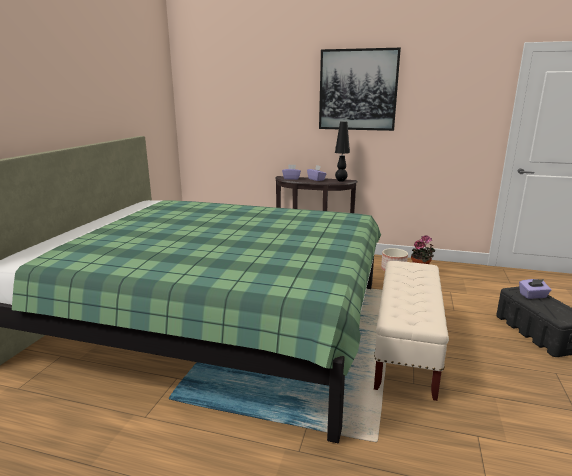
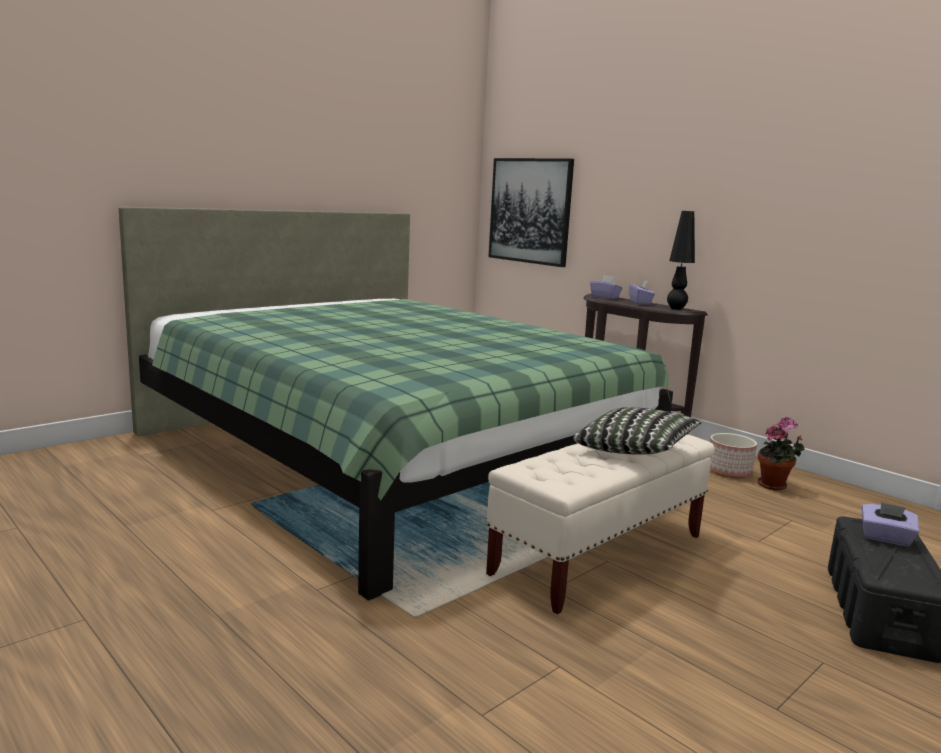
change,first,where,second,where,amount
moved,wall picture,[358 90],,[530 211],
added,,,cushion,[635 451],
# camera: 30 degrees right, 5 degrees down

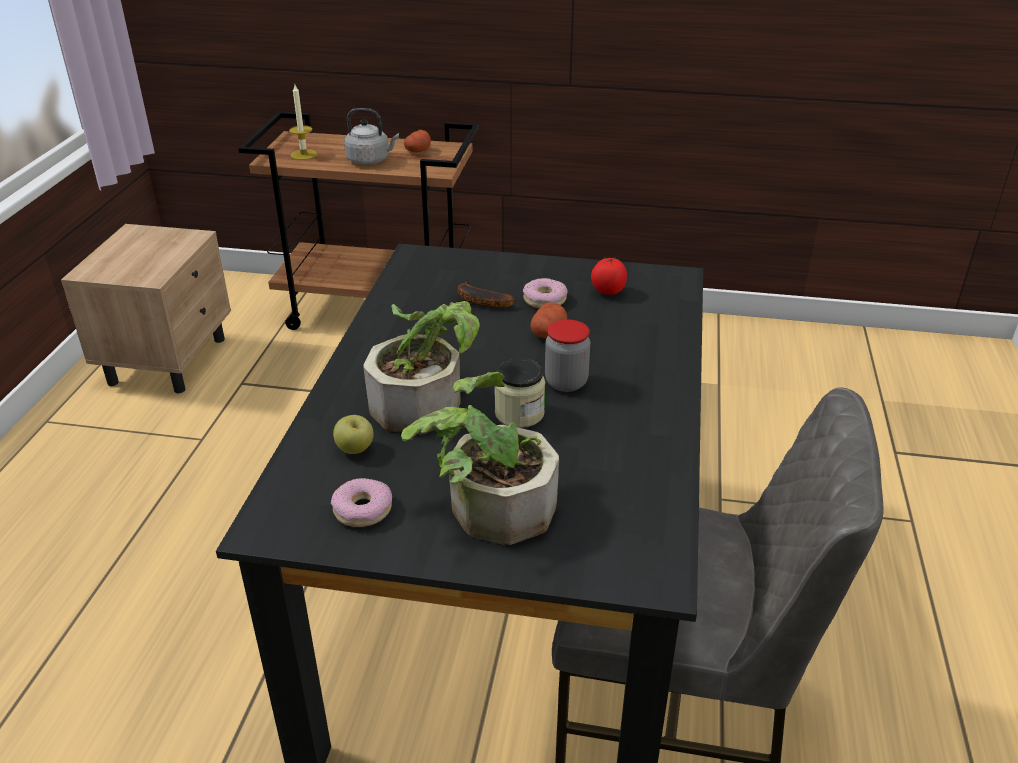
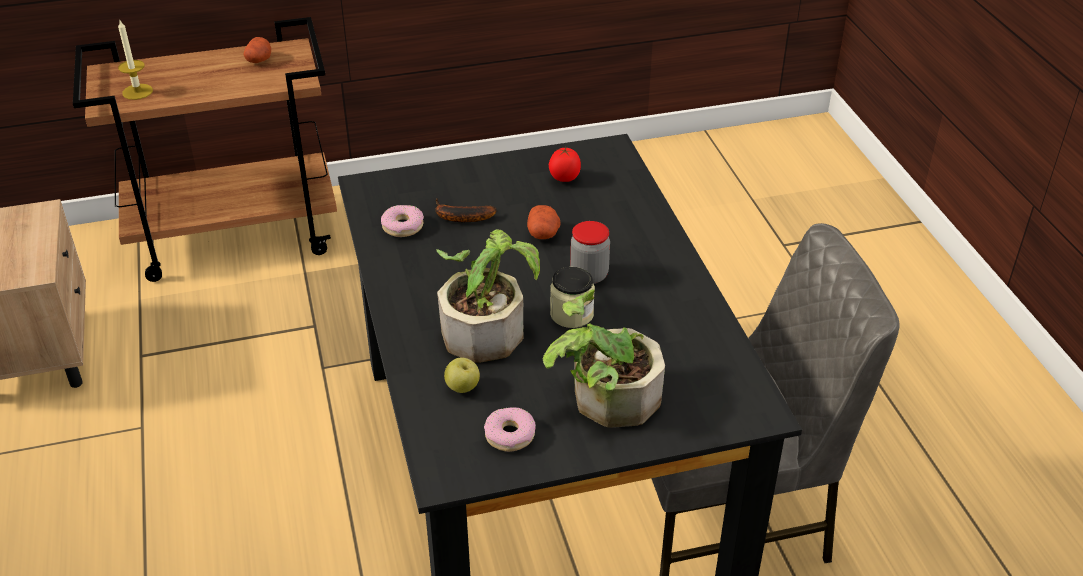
change,first,where,second,where,amount
removed,water kettle (grey),[370 160],,,
moved,doughnut,[545 300],,[403 226],
# camera: 25 degrees left, 5 degrees up

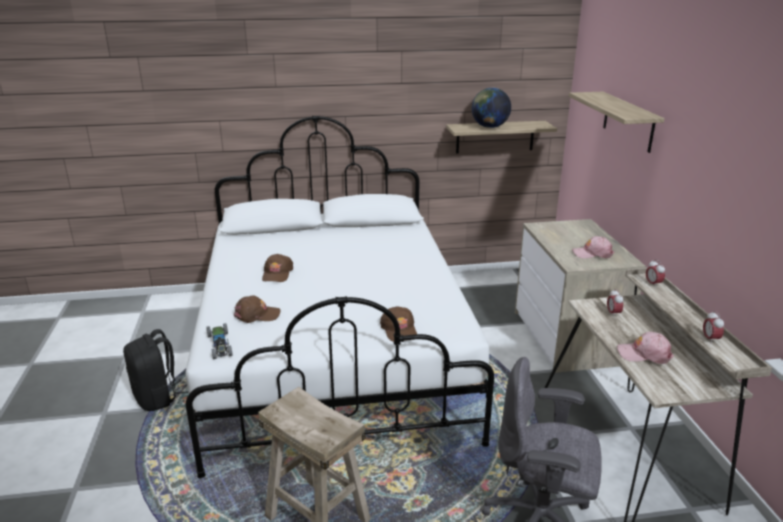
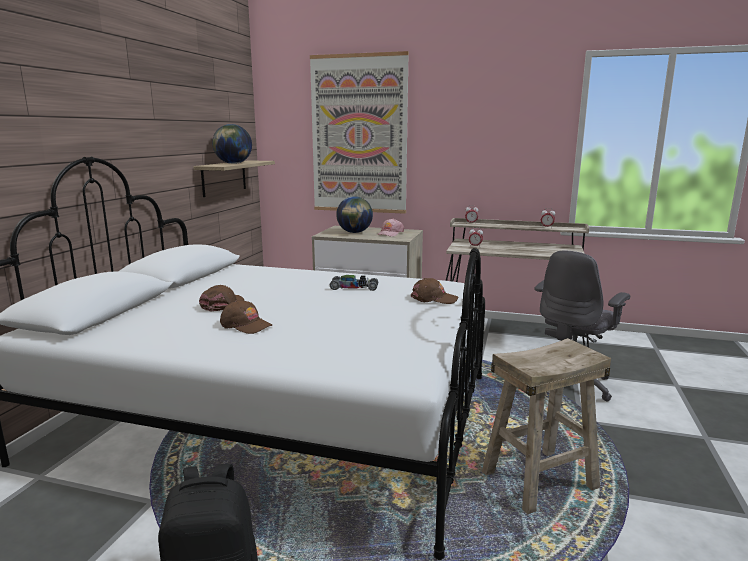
change,first,where,second,where,amount
replaced,wall shelf,[628 121],wall picture,[359 135],
moved,cap (brown),[257 315],,[223 305],
moved,toy car,[220 345],,[354 288],
removed,cap (pink-coloured),[644 354],,,
added,,,world globe,[354 232],
# camera: 65 degrees left, 10 degrees down

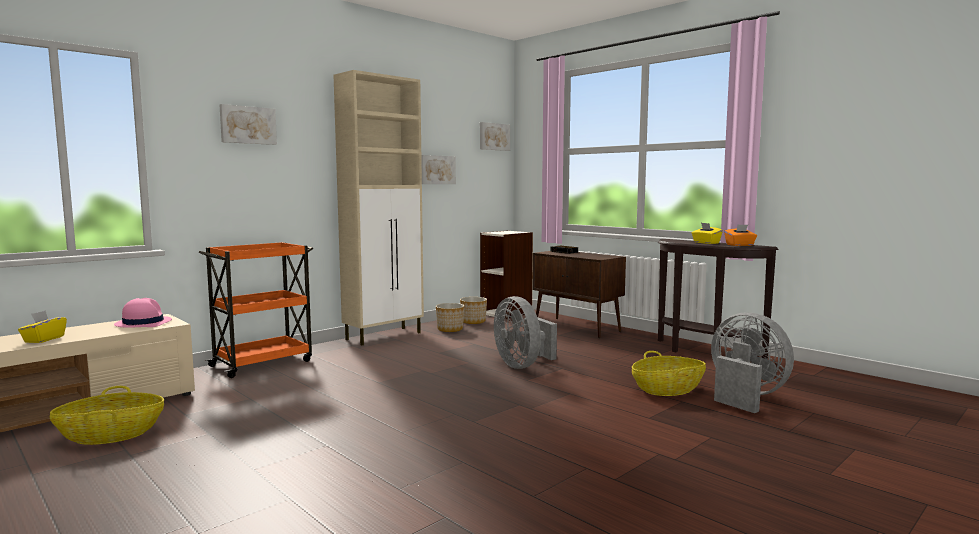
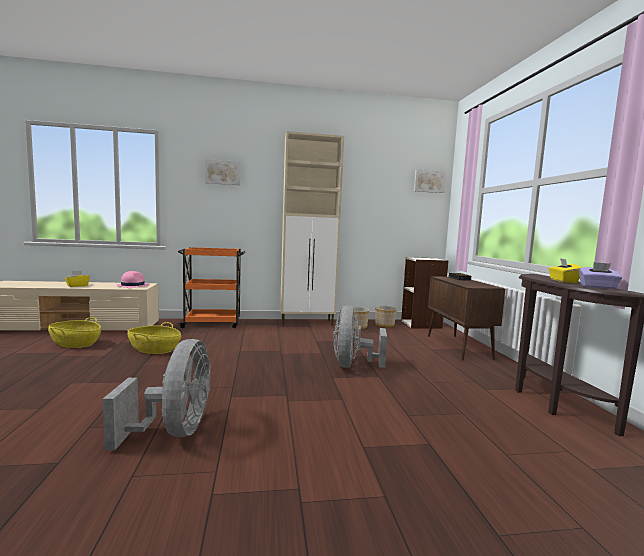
change,first,where,second,where,amount
removed,wall picture,[437 170],,,
recoloured,box of tissues (orange),[740 245],box of tissues (purple-coloured),[597 287],
moved,cooling fan (grey),[745 396],,[174 431],
moved,basket,[667 389],,[154 349],
# camera: 35 degrees right, 0 degrees up

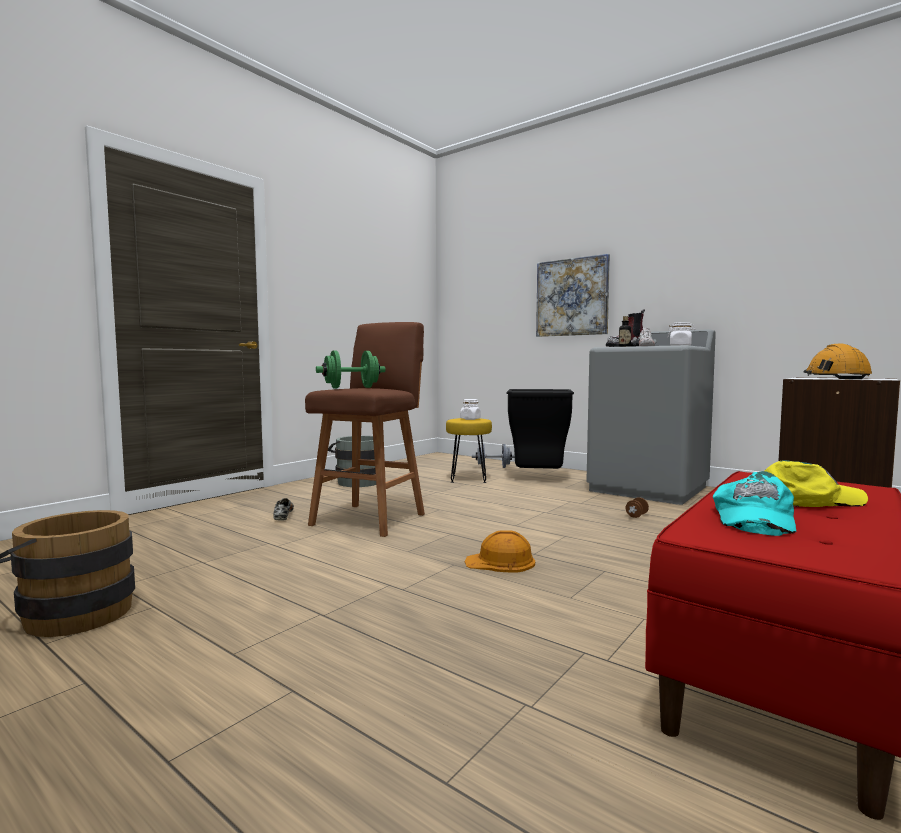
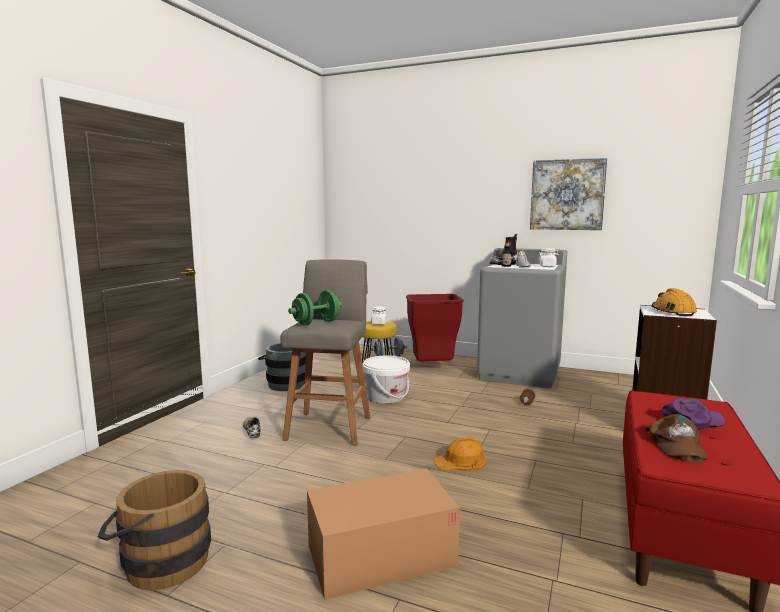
change,first,where,second,where,amount
moved,wall picture,[572 297],,[567 195],
recoloured,sitting stool (brown),[370 518],sitting stool (grey),[329 427],
recoloured,waste bin (black-coloured),[539 479],waste bin (reddish),[433 368],
recoloured,cap (yellowish),[809 500],cap (purple-coloured),[692 421],
recoloured,cap (turquoise-coloured),[752 517],cap (brown),[676 445],
added,,,water bucket (white-coloured),[386 397],
added,,,cardboard box,[381 555],
# camera: 15 degrees left, 5 degrees up

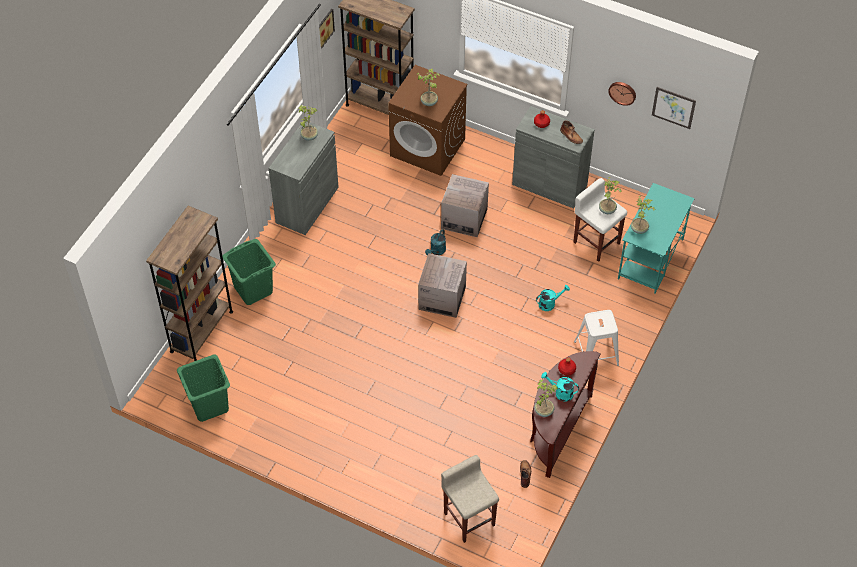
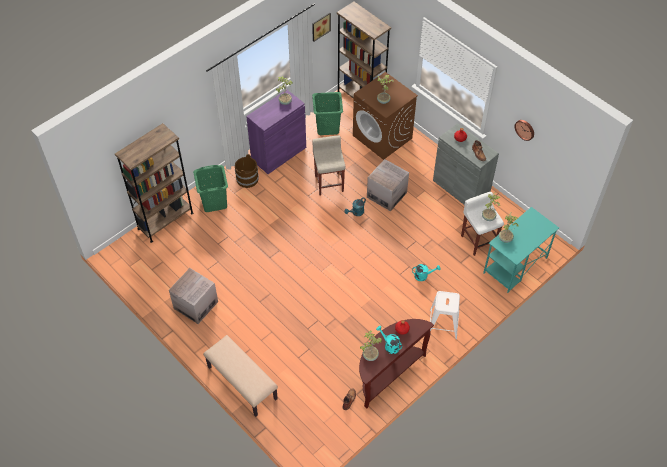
change,first,where,second,where,amount
removed,wall picture,[673 107],,,
recoloured,cupboard (grey),[307 205],cupboard (purple-coloured),[278 153],
moved,cardboard box,[442 298],,[196 305],
moved,hamper (green),[209 405],,[327 127],
moved,sitting stool (beige-coloured),[469 518],,[329 183],
added,,,water bucket (brown),[247 179],
added,,,long seat (beige-coloured),[241 383],
# camera: 20 degrees right, 0 degrees up

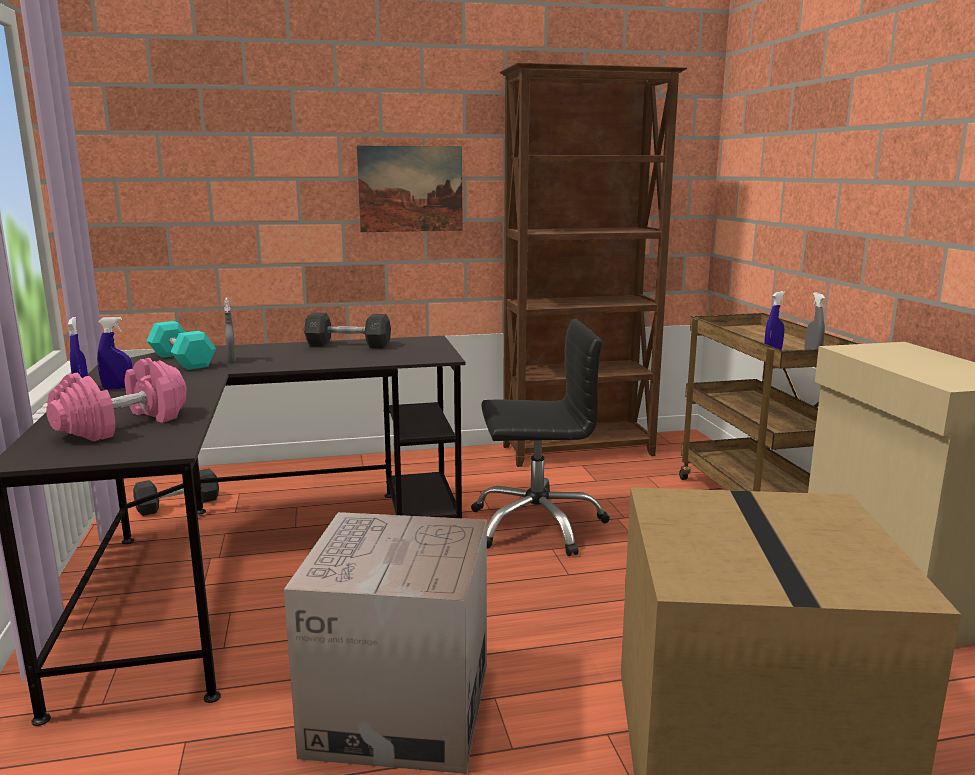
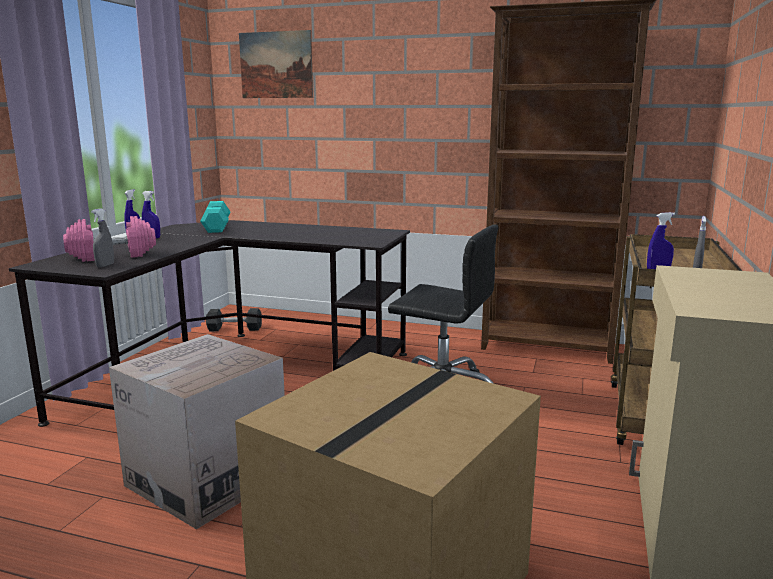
change,first,where,second,where,amount
moved,wall picture,[410 189],,[276 65],
moved,spray bottle (grey),[232 360],,[105 265],
removed,free weight (grey),[348 345],,,
# camera: 30 degrees right, 0 degrees up

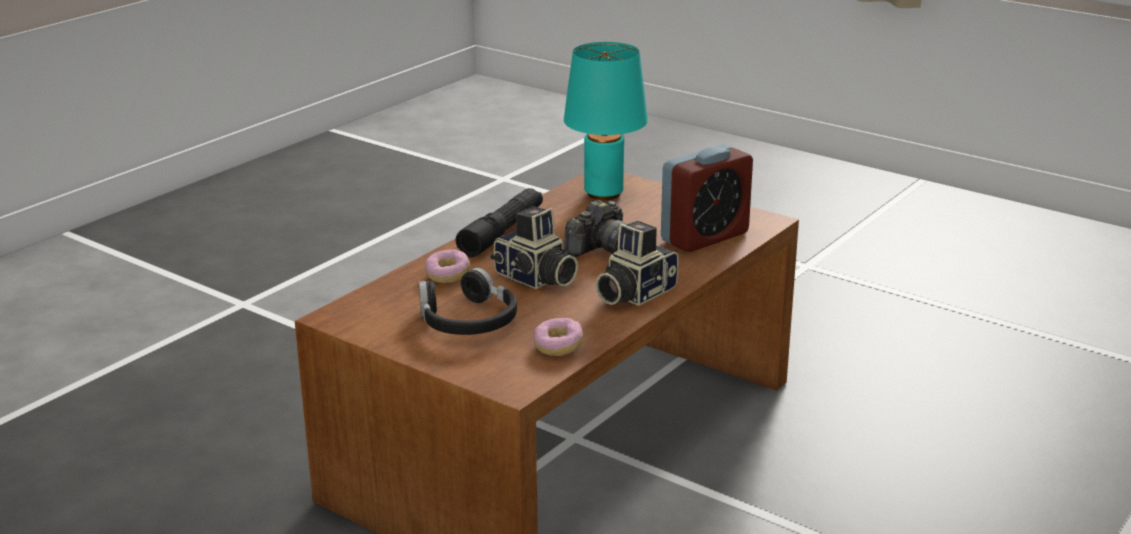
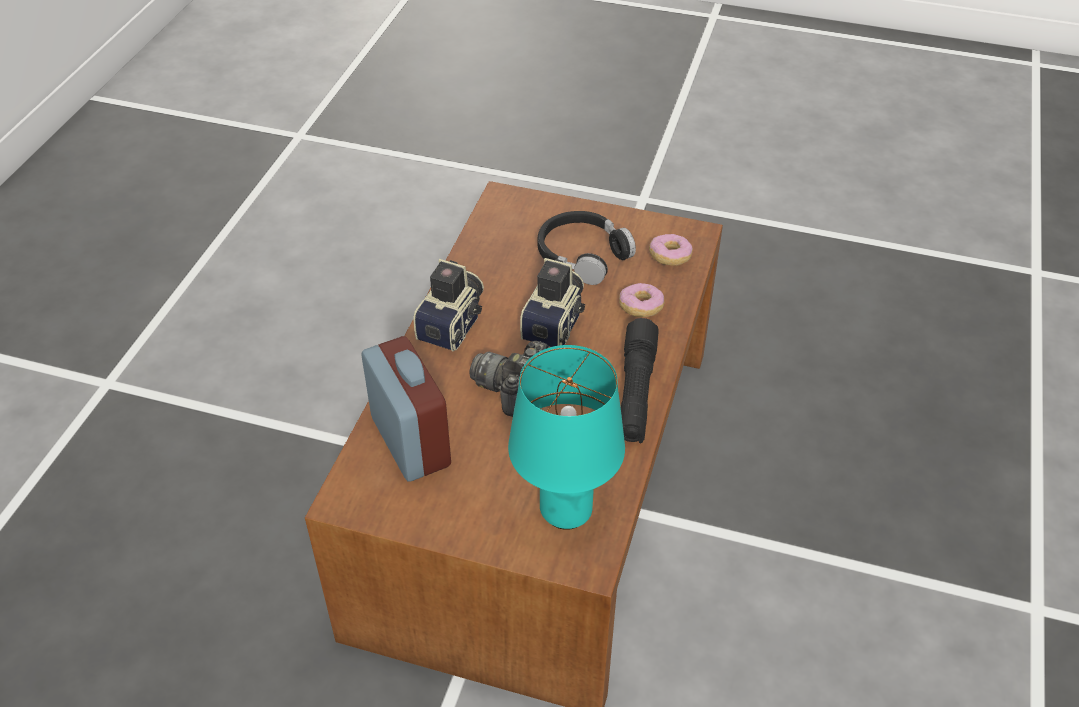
change,first,where,second,where,amount
turned,table clock,[704 237],,[410 442],120 degrees clockwise
turned,photo camera,[535 279],,[556 323],90 degrees clockwise
moved,doughnut,[558 347],,[670 257],
# camera: 160 degrees right, 20 degrees up

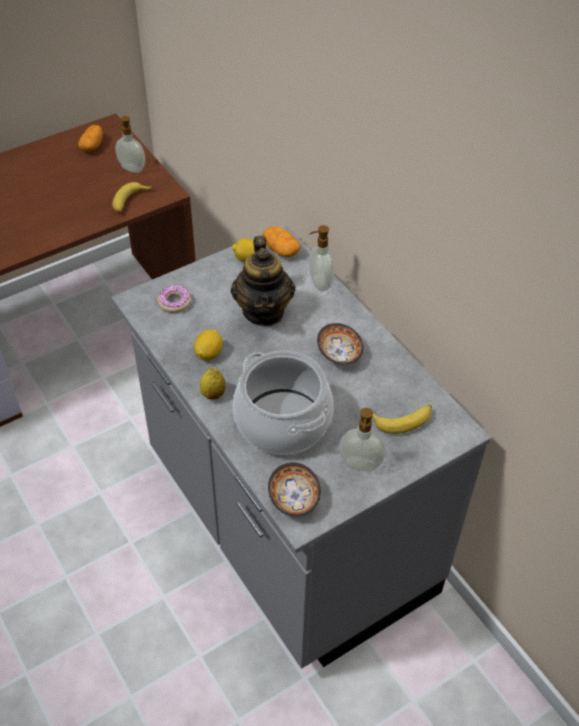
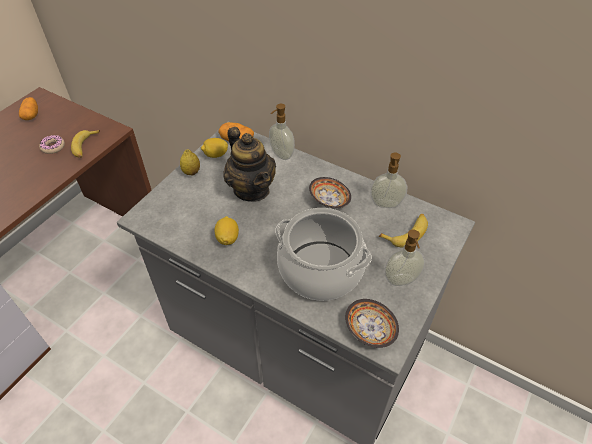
change,first,where,second,where,amount
moved,soap dispenser,[131 169],,[386 204],
moved,doughnut,[174 302],,[53 147],
moved,lemon,[213 394],,[191 172],
# camera: 25 degrees left, 0 degrees up

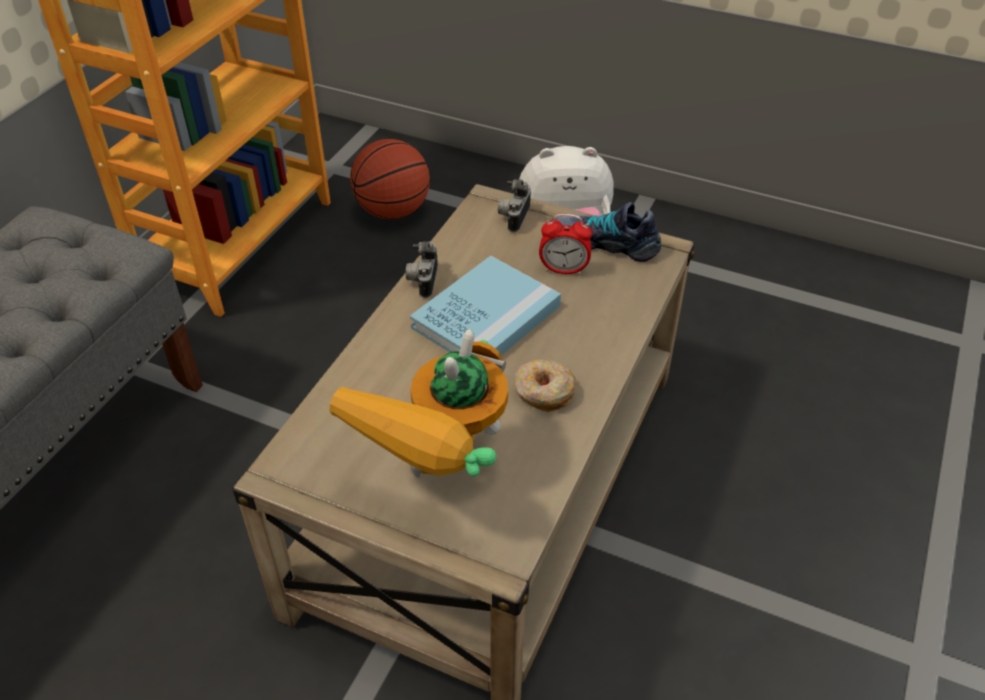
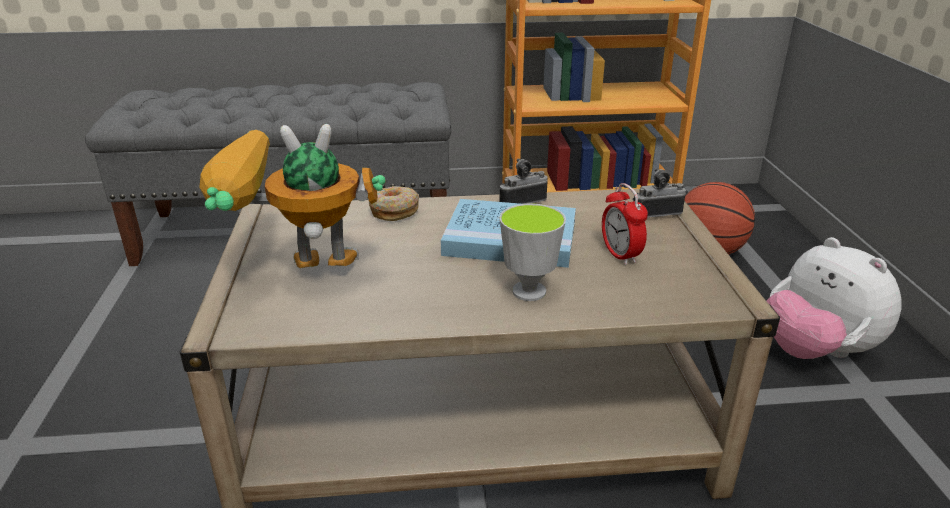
change,first,where,second,where,amount
removed,low shoe,[605 242],,,
moved,doughnut,[543 392],,[394 211],
added,,,small cup,[529 291],
# camera: 60 degrees right, 15 degrees down

